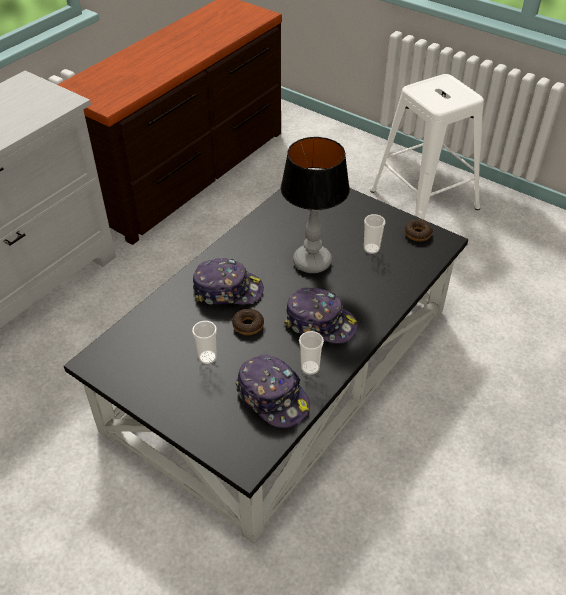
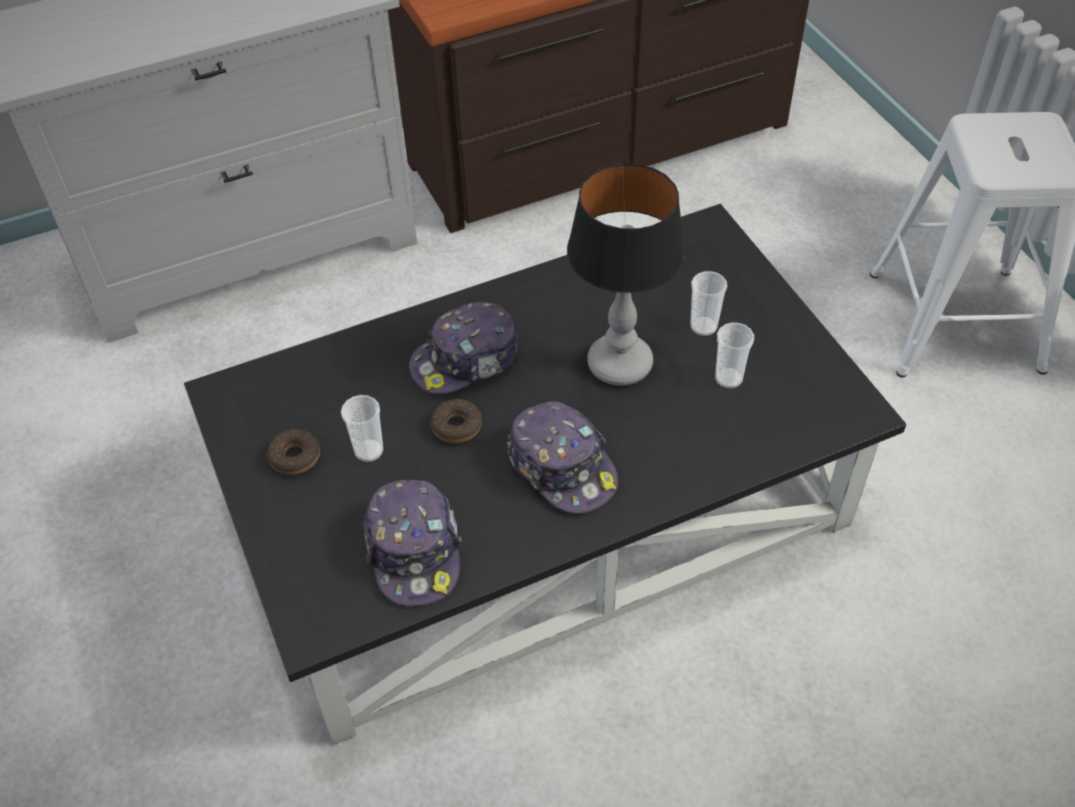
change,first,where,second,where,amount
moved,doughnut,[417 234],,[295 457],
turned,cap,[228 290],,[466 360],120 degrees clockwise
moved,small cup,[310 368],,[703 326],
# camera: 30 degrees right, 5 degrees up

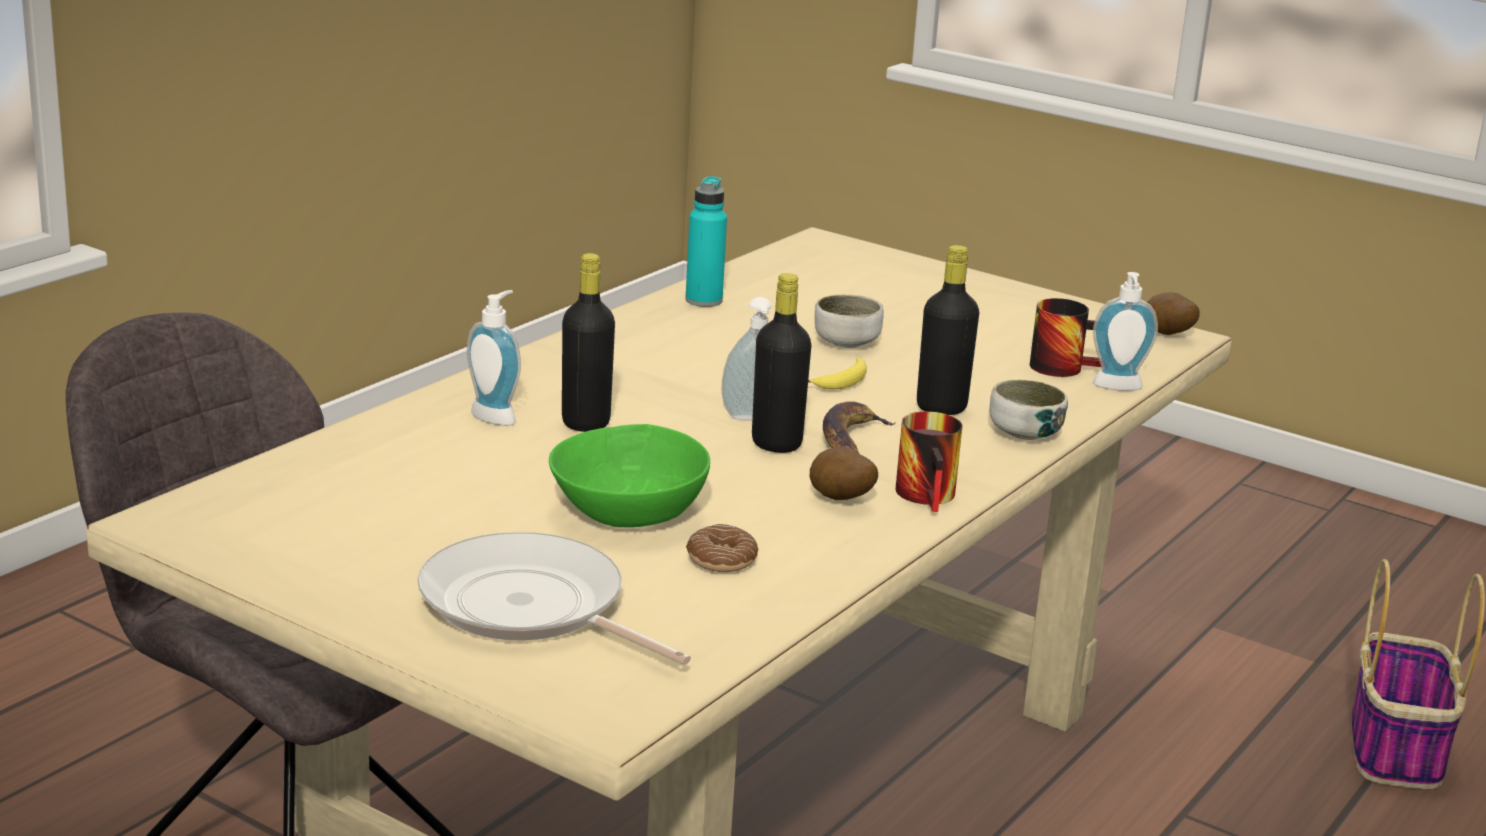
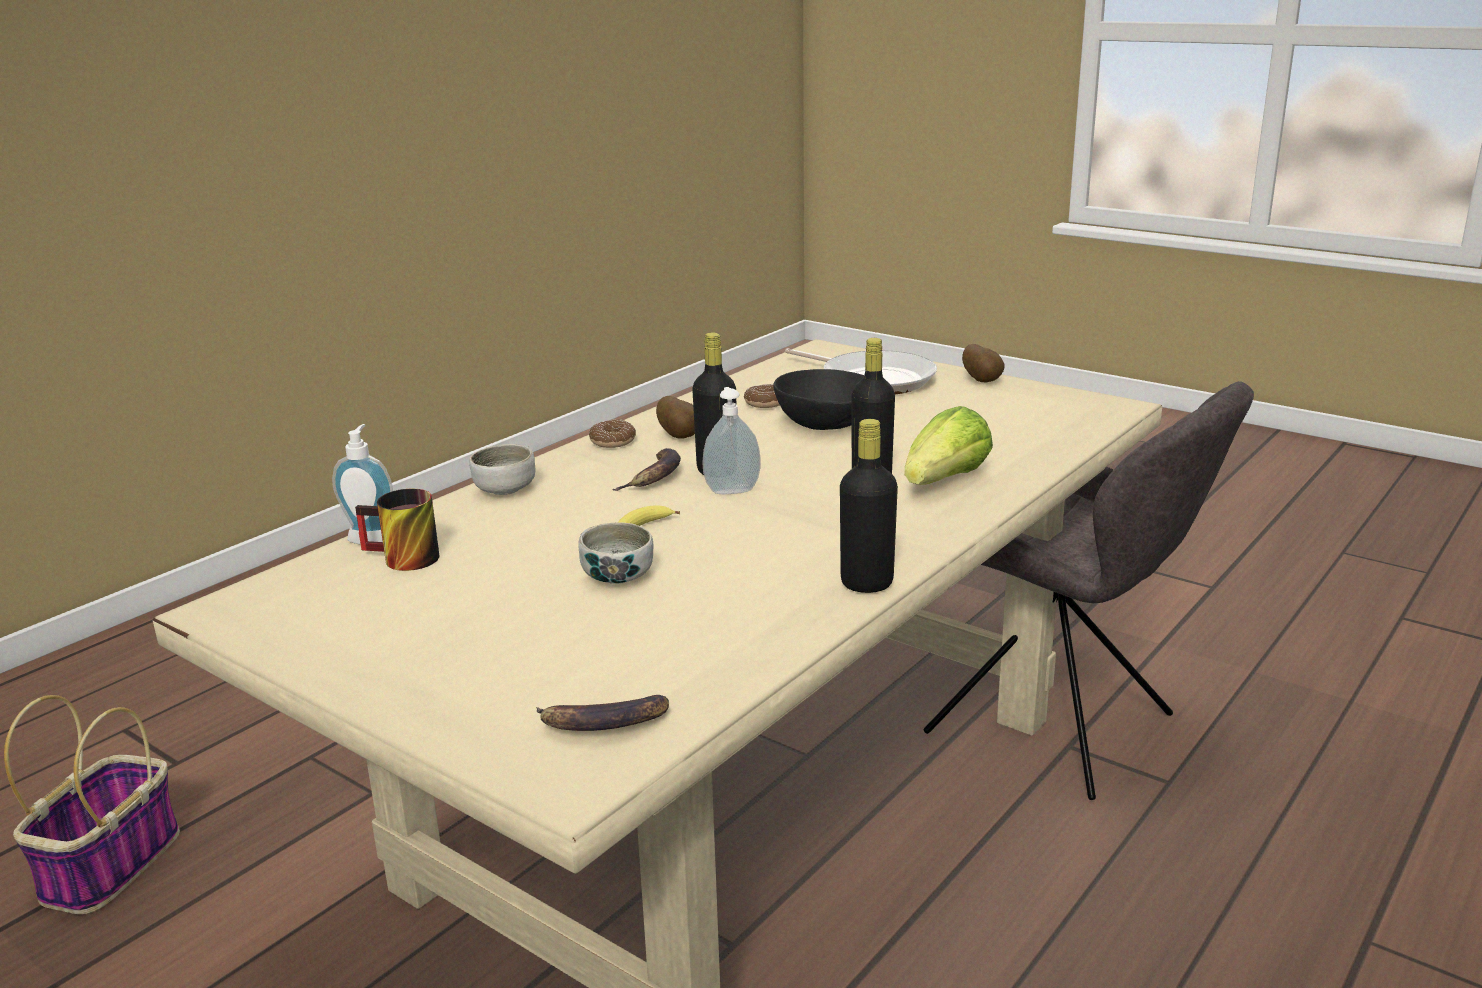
change,first,where,second,where,amount
removed,beverage bottle (turquoise-coloured),[703 300],,,
moved,beverage bottle (black-coloured),[941 408],,[866 583],
replaced,soap dispenser,[497 416],lettuce head,[945 481],
moved,potato,[1166 335],,[983 380],
replaced,mug,[932 496],doughnut,[612 441],
recoloured,deep dish (green),[628 513],deep dish (black-coloured),[826 423],
added,,,whole banana,[602 724],
# camera: 175 degrees left, 0 degrees up

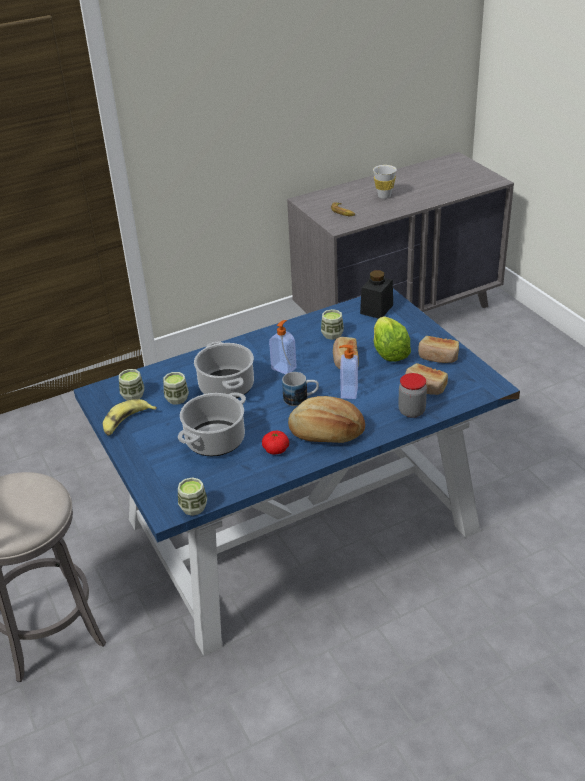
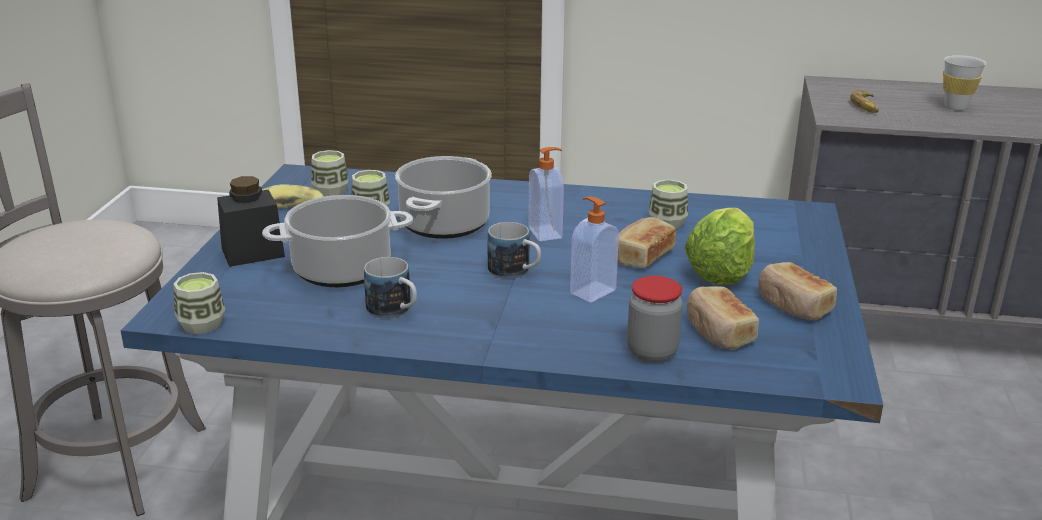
change,first,where,second,where,amount
moved,jar (black-coloured),[376 309],,[253 252],
removed,baked bread,[326 433],,,
replaced,whole tomato,[276 450],mug,[395 311],
# camera: 35 degrees right, 10 degrees down

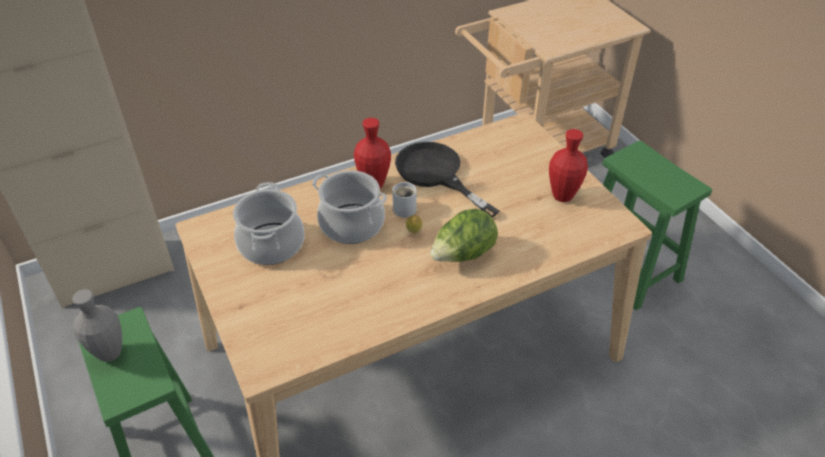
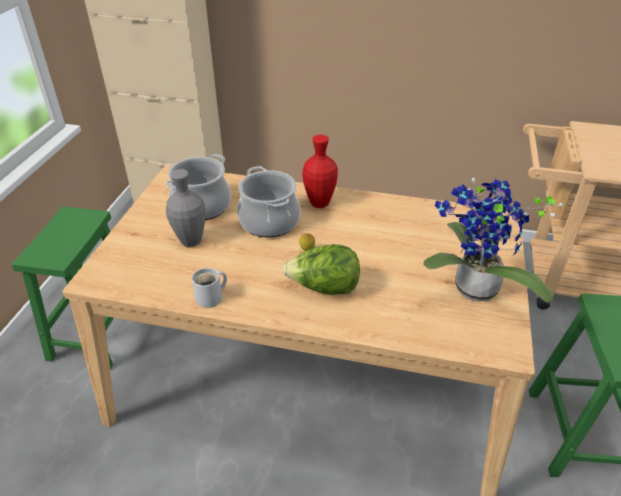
change,first,where,second,where,amount
replaced,flower vase (reddish),[562 196],houseplant,[472 292],
removed,skillet (black-coloured),[436 174],,,
moved,mug (white-coloured),[405 207],,[212 297],
moved,flower vase (grey),[110 353],,[191 241],
# camera: 40 degrees right, 5 degrees down

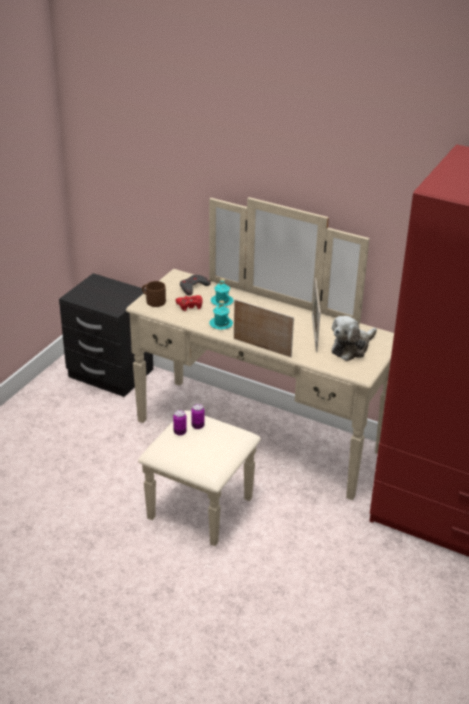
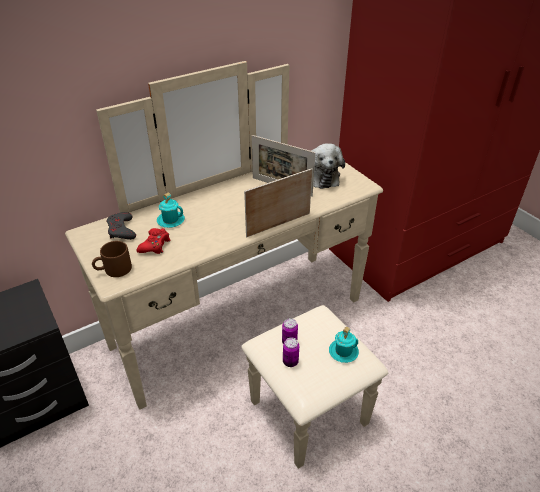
change,first,where,second,where,amount
moved,mug (turquoise-coloured),[221 324],,[343 352],
# camera: 60 degrees left, 5 degrees up

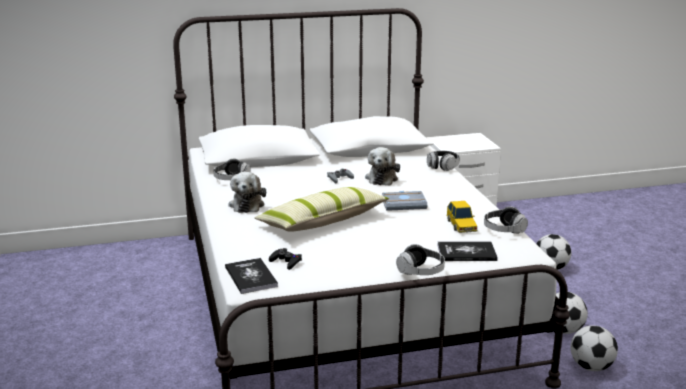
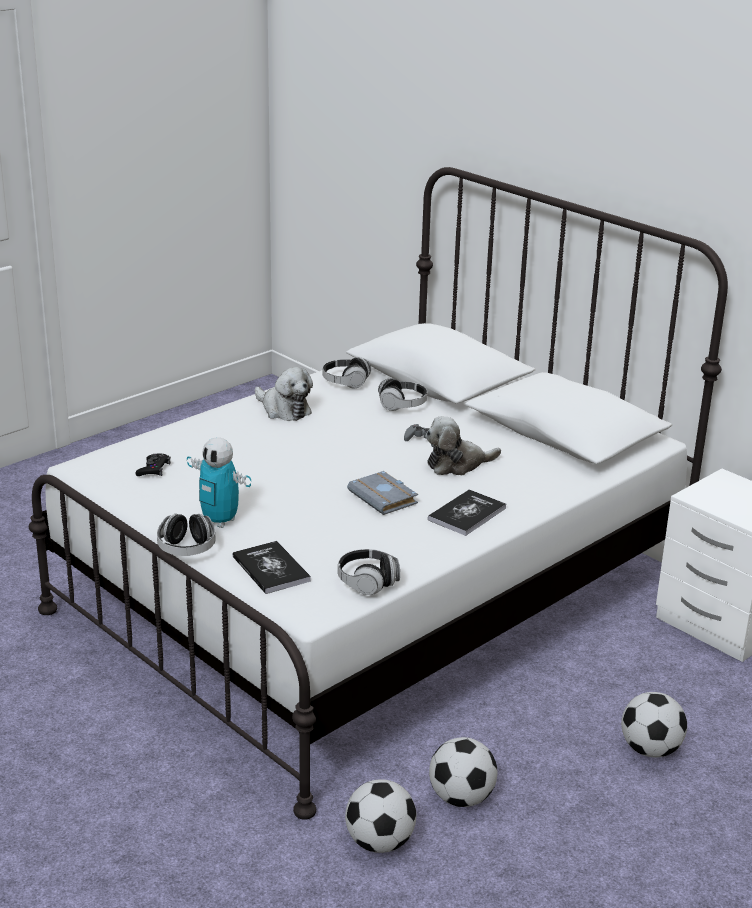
change,first,where,second,where,amount
moved,headphones,[442 166],,[402 405],
turned,cuddly toy,[247 204],,[283 410],105 degrees counterclockwise
removed,cushion,[322 222],,,
removed,toy car,[461 225],,,
moved,book,[251 277],,[467 514],
added,,,model robot,[220 521],
# camera: 60 degrees right, 5 degrees up

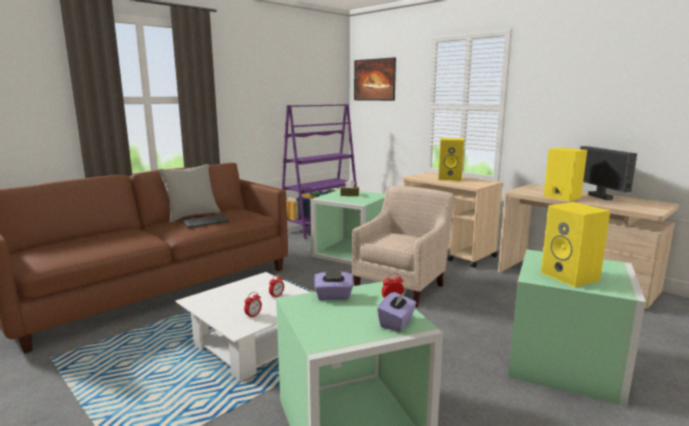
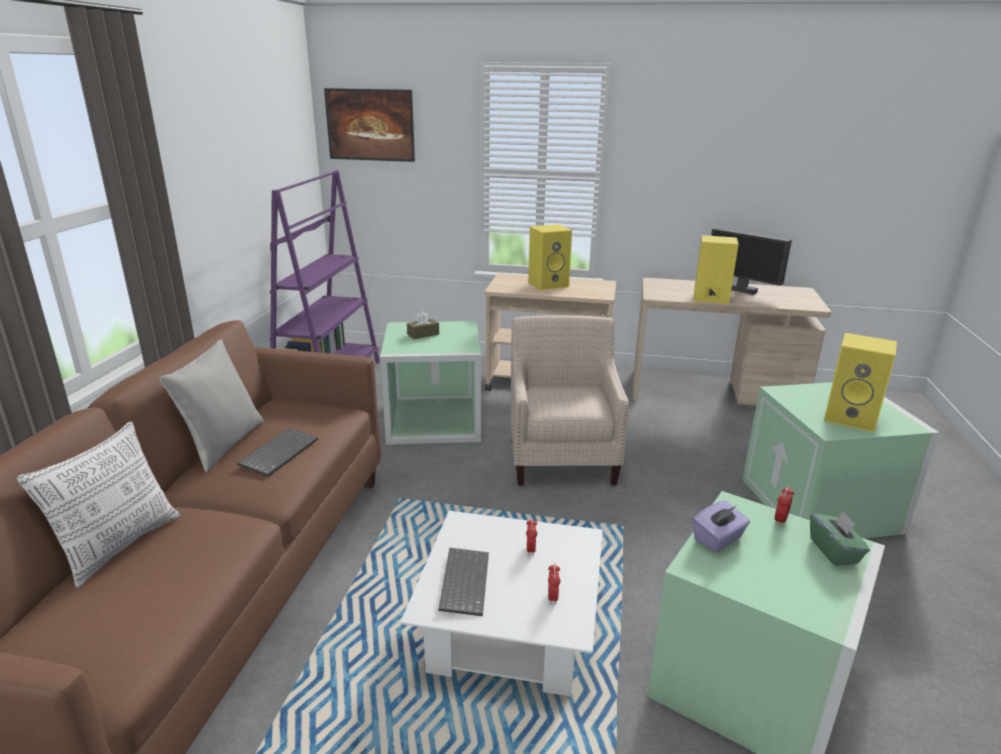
change,first,where,second,where,amount
recoloured,box of tissues (purple-coloured),[397 323],box of tissues (green),[834 551],
added,,,cushion,[120 545],
added,,,computer keyboard,[463 581],
# camera: 35 degrees left, 10 degrees up

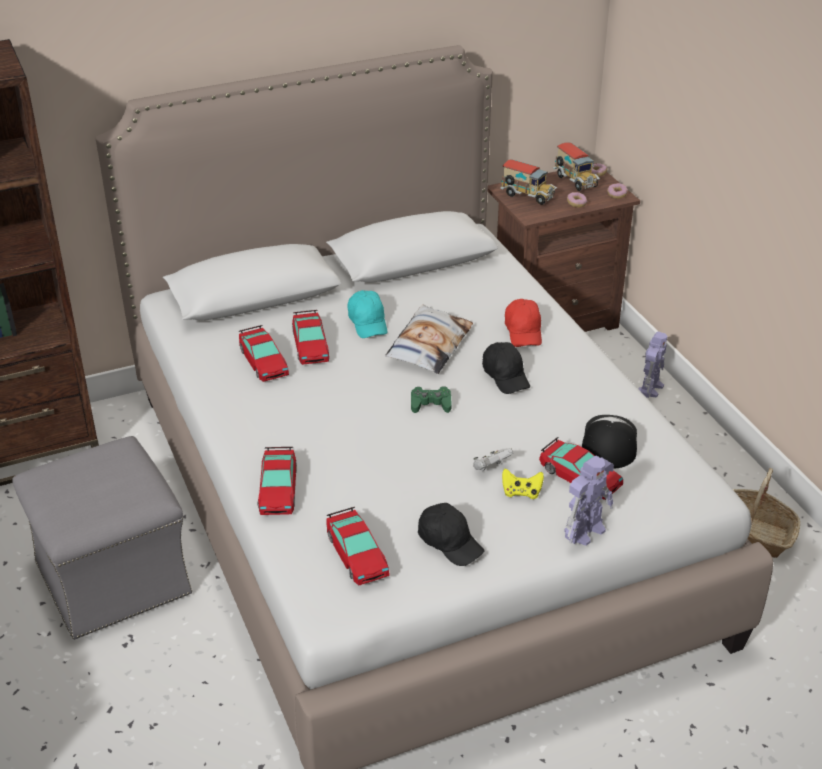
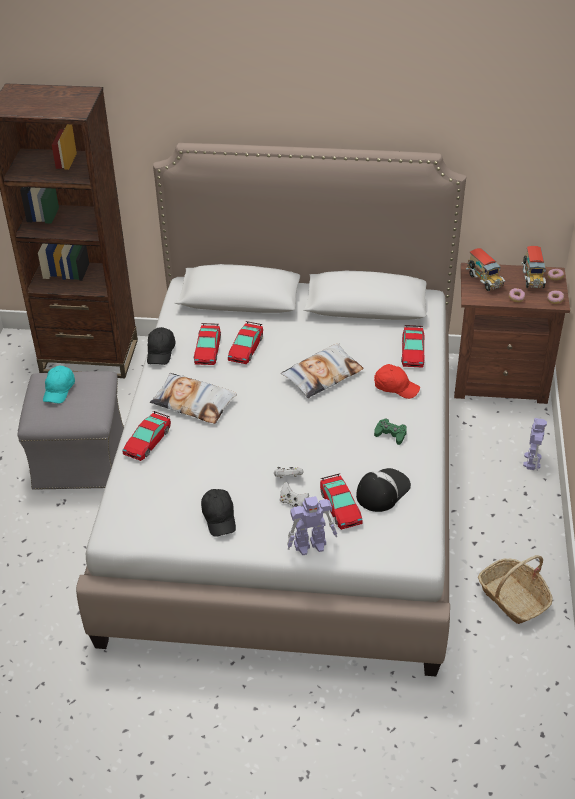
change,first,where,second,where,amount
moved,cap (turquoise-coloured),[368 323],,[59 390],
turned,cap (reddish),[523 332],,[396 387],90 degrees counterclockwise
turned,model robot,[650 388],,[532 460],45 degrees counterclockwise
moved,cap (black-coloured),[506 376],,[161 352],
moved,game controller (green),[430 404],,[390 434],
recoloured,game controller (yellowish),[521 493],game controller (white-coloured),[293 502],
moved,toy car,[356 554],,[412 352],
added,,,cushion,[193 402],
# camera: 30 degrees right, 5 degrees up

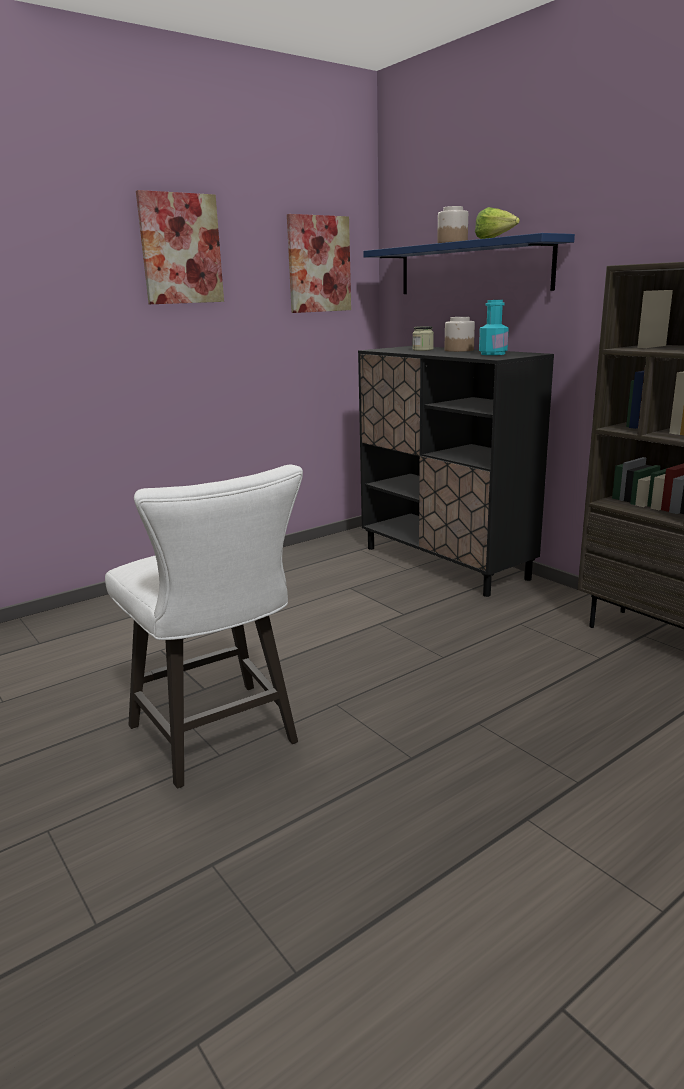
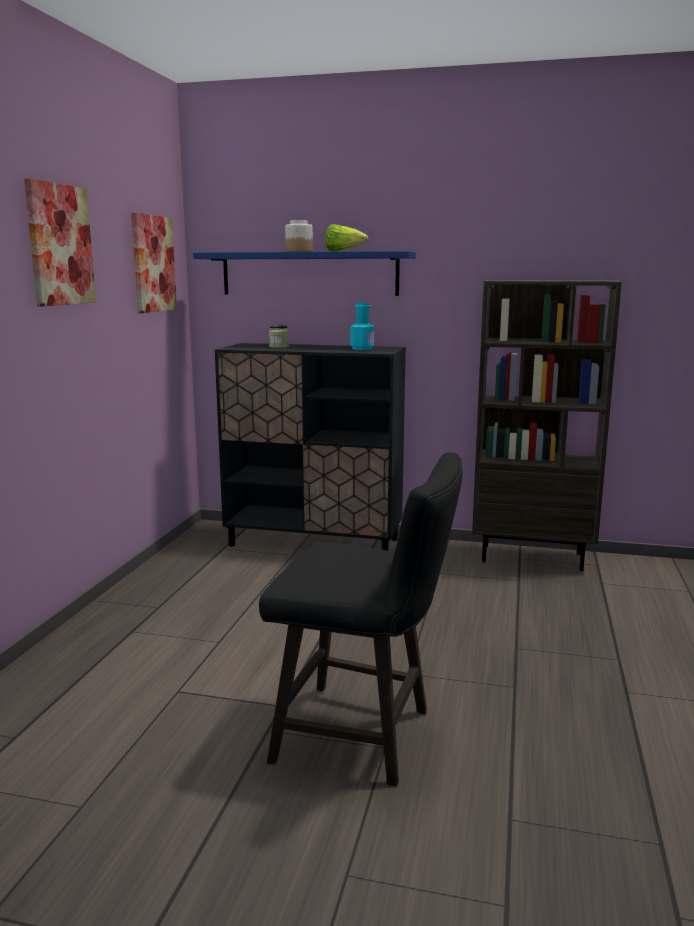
change,first,where,second,where,amount
removed,jar,[459 350],,,
recoloured,sitting stool (white-coloured),[220 739],sitting stool (black-coloured),[365 736],
# camera: 40 degrees left, 5 degrees down

